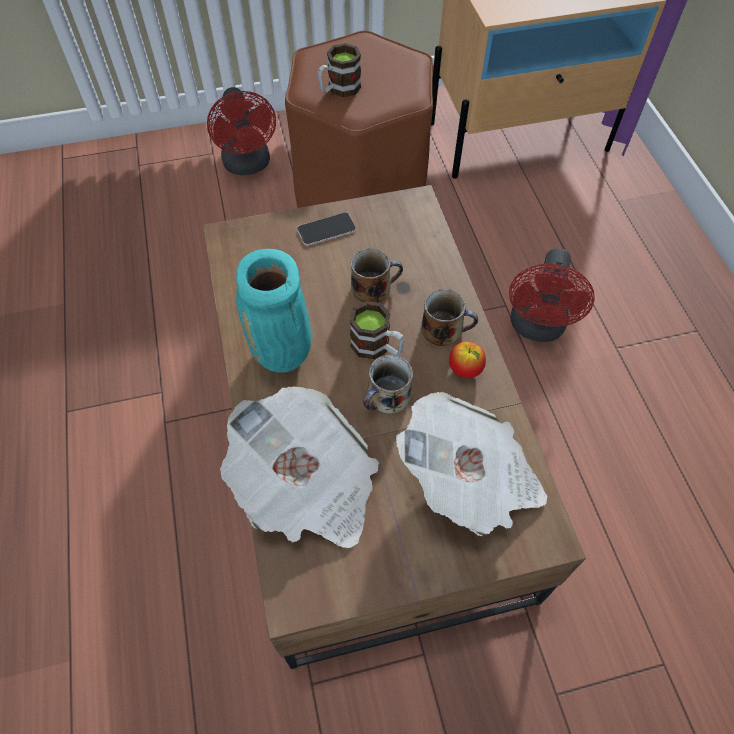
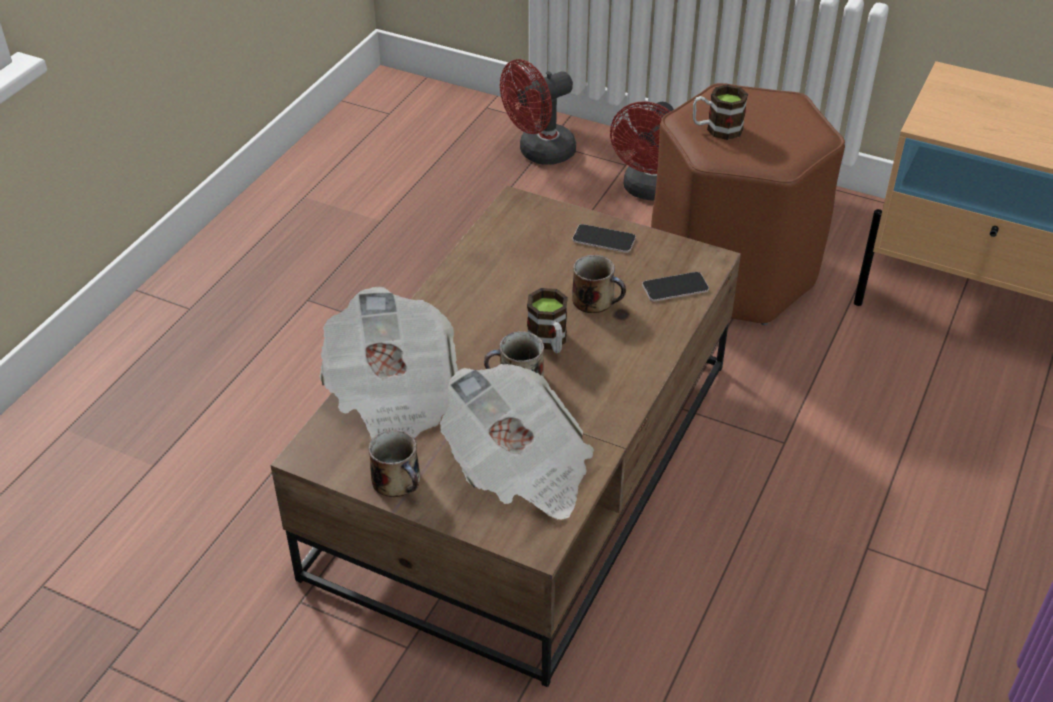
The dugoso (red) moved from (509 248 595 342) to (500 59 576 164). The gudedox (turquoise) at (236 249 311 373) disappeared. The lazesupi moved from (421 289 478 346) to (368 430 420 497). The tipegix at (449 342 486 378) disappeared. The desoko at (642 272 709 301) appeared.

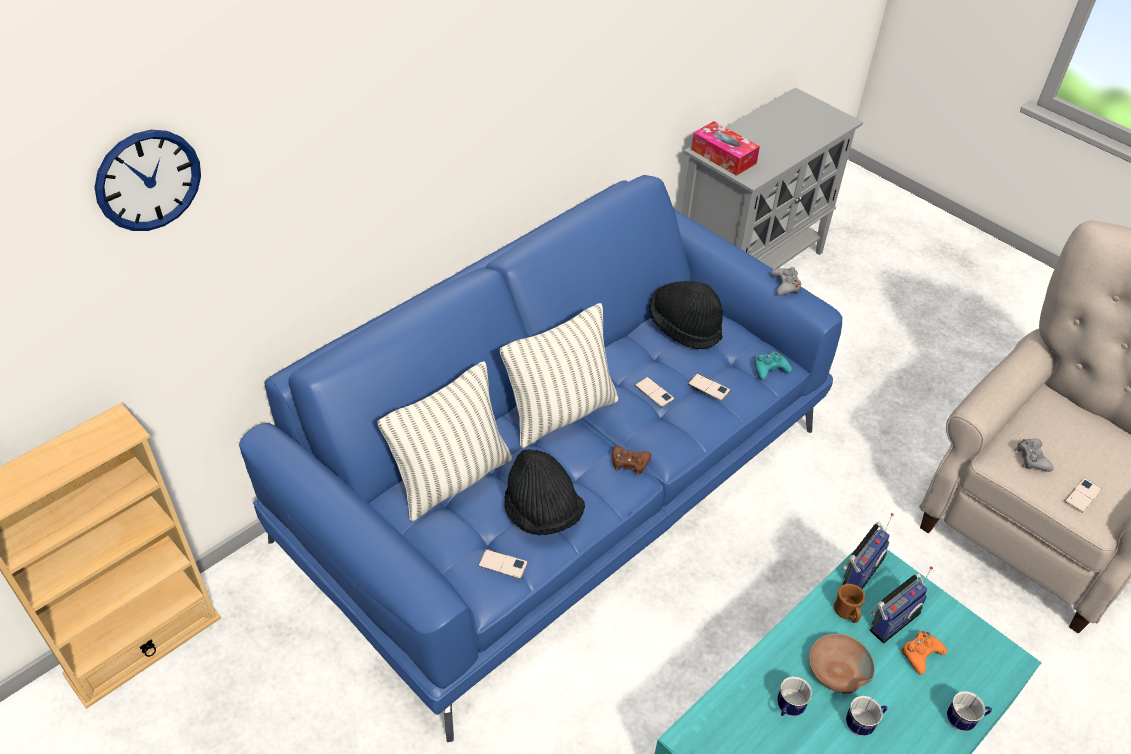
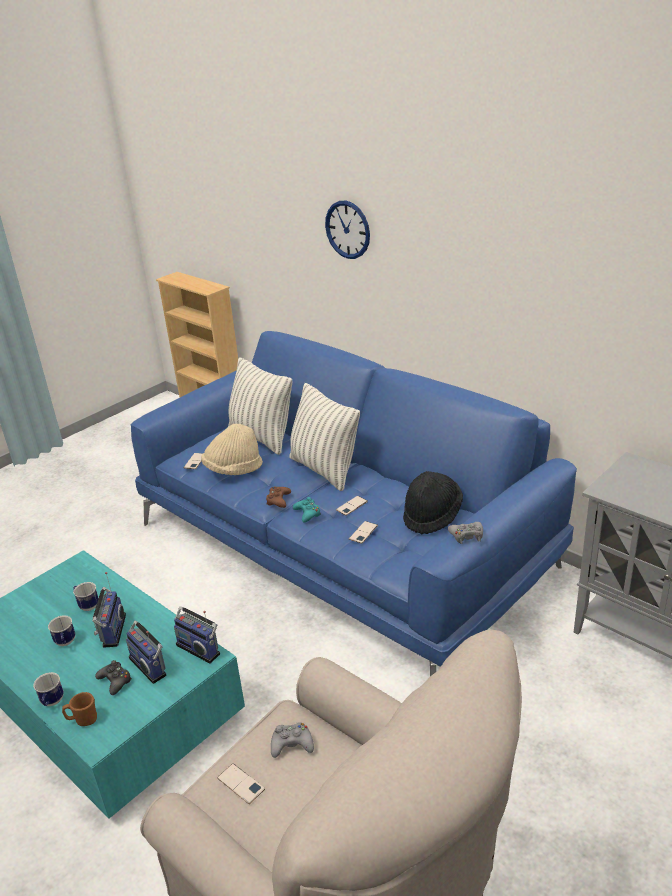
The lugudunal at (691 121 760 176) disappeared. The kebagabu moved from (95 130 201 231) to (325 201 370 259). The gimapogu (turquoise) moved from (754 351 792 380) to (293 497 321 523). The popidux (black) at (504 449 585 536) became the popidux (beige) at (201 424 263 475). The lazesupi (brown) moved from (834 583 865 623) to (62 692 97 726). The gimapogu (orange) at (901 631 947 675) became the gimapogu (black) at (95 660 132 695). The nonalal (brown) at (809 634 875 694) was replaced by the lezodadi at (92 572 126 648).

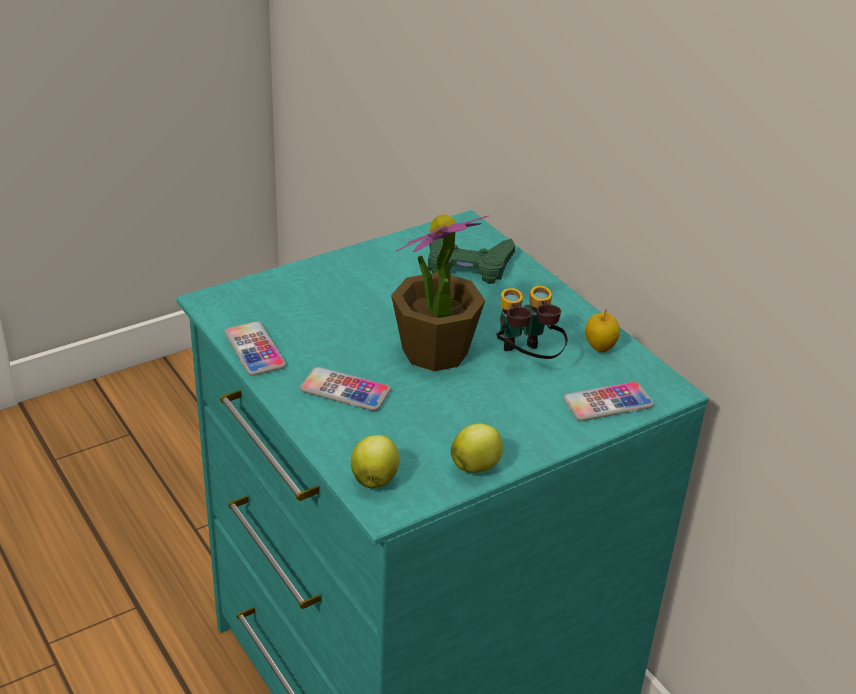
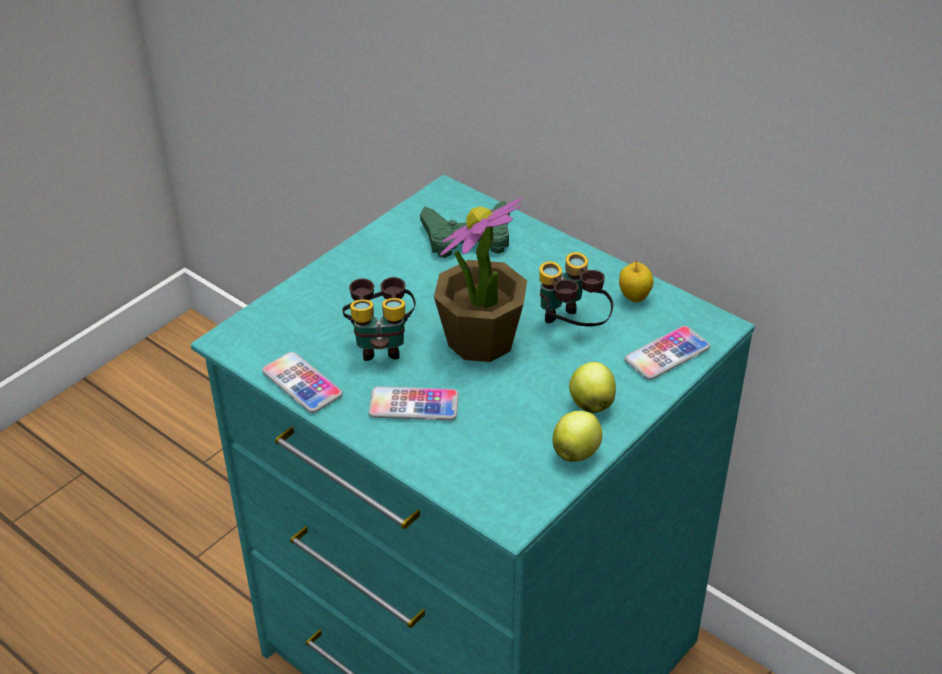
The tipegix moved from (351 435 400 488) to (569 362 616 413). The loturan at (342 277 416 361) appeared.

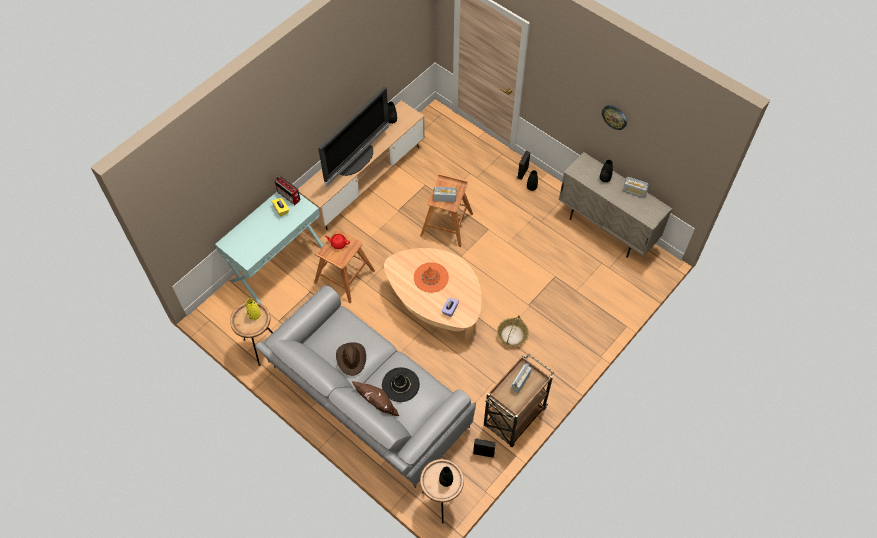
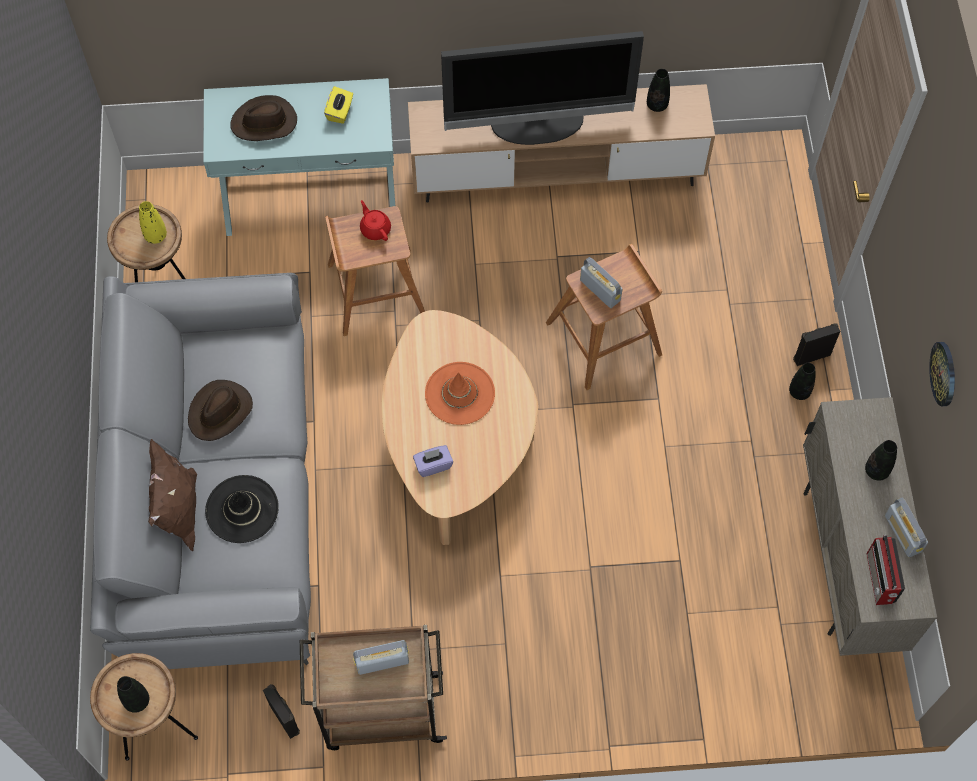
The lezodadi moved from (275 176 301 205) to (866 535 905 605). The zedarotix at (497 315 529 346) disappeared. The popidux (brown) at (230 95 297 141) appeared.

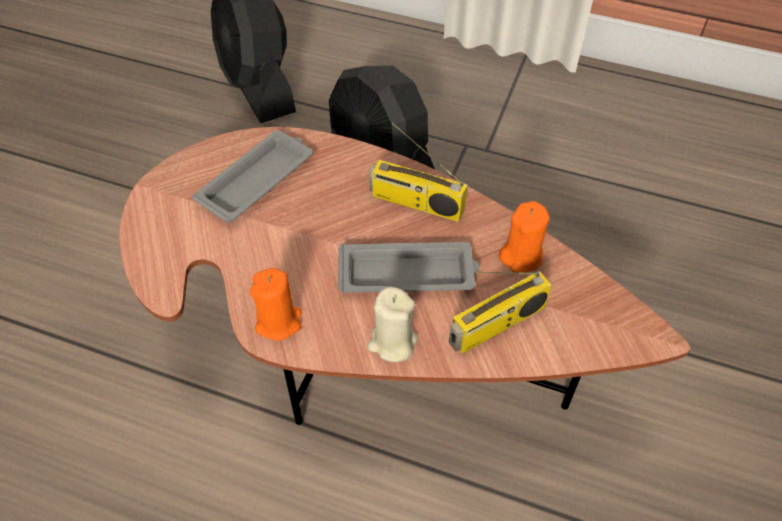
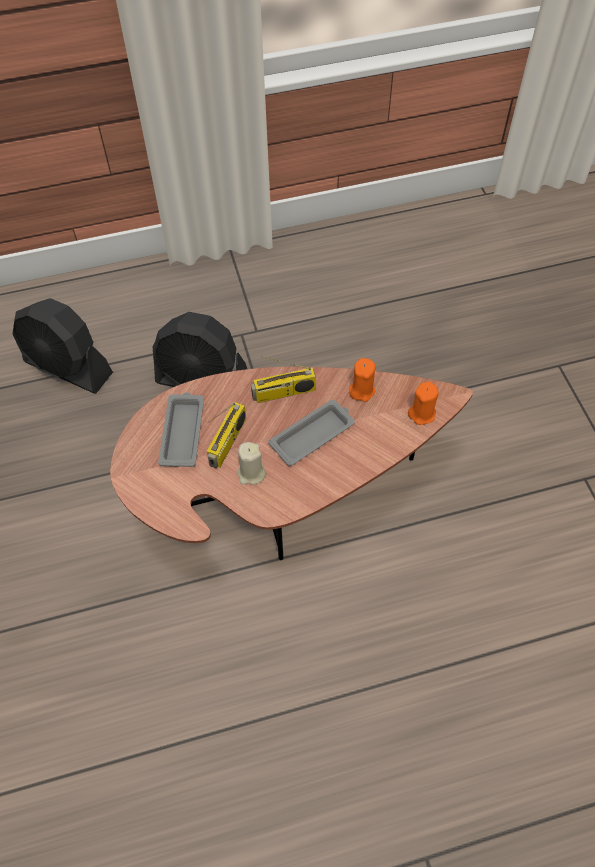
The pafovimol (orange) moved from (250 268 302 340) to (408 382 438 425). The lezodadi moved from (449 271 552 354) to (207 402 246 469). The pafovimol (beige) moved from (367 287 418 362) to (237 442 267 485).

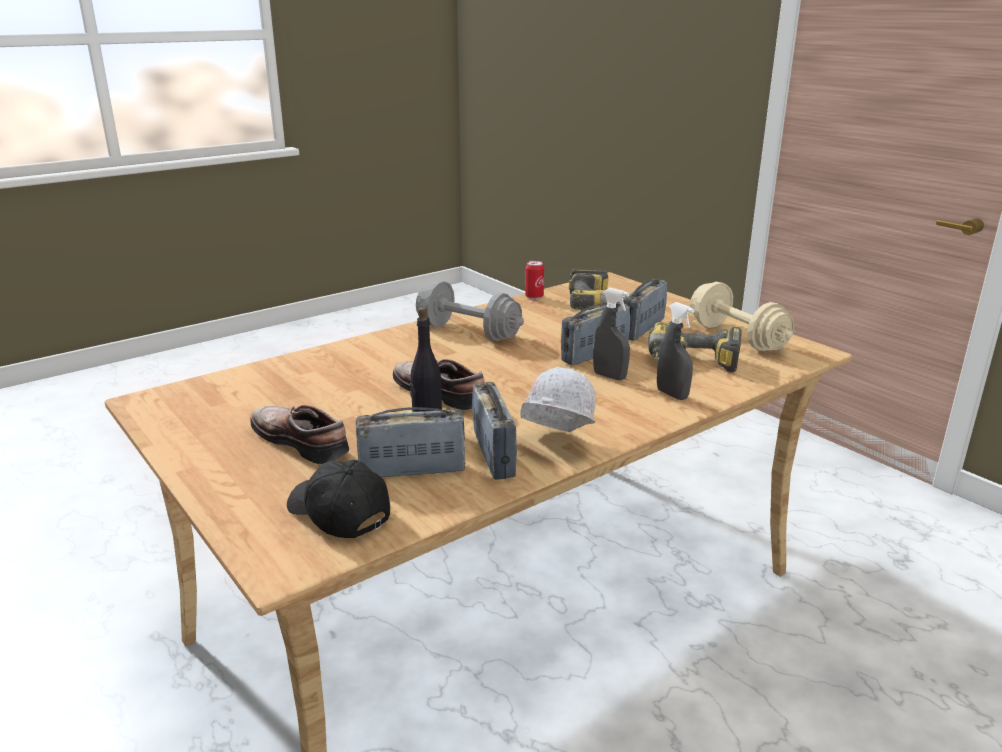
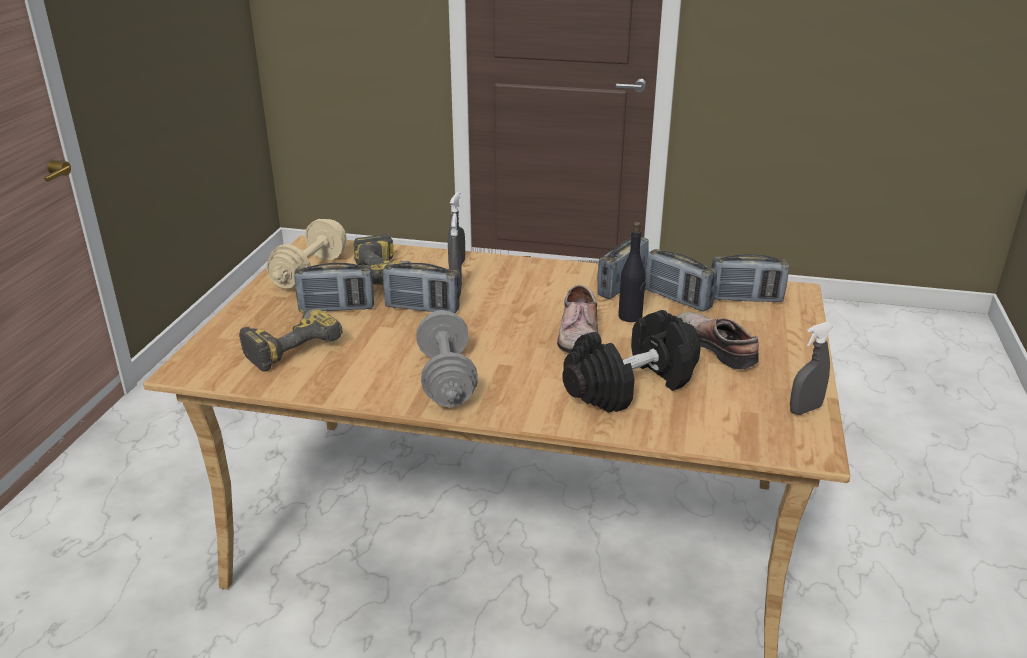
The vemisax at (525 261 544 299) disappeared. The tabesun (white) at (520 367 596 432) disappeared. The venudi at (250 405 349 465) turned 150 degrees clockwise. The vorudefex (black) at (287 460 390 538) was replaced by the lezodadi at (711 254 790 302). The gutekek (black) at (562 310 701 413) appeared. The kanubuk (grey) at (790 322 833 415) appeared.

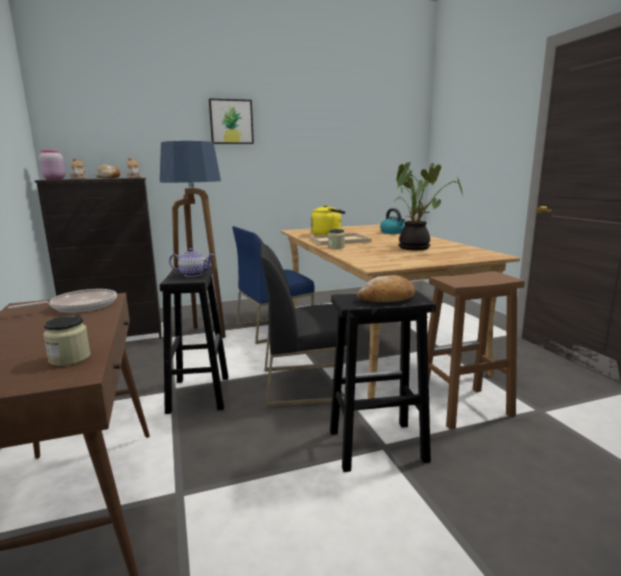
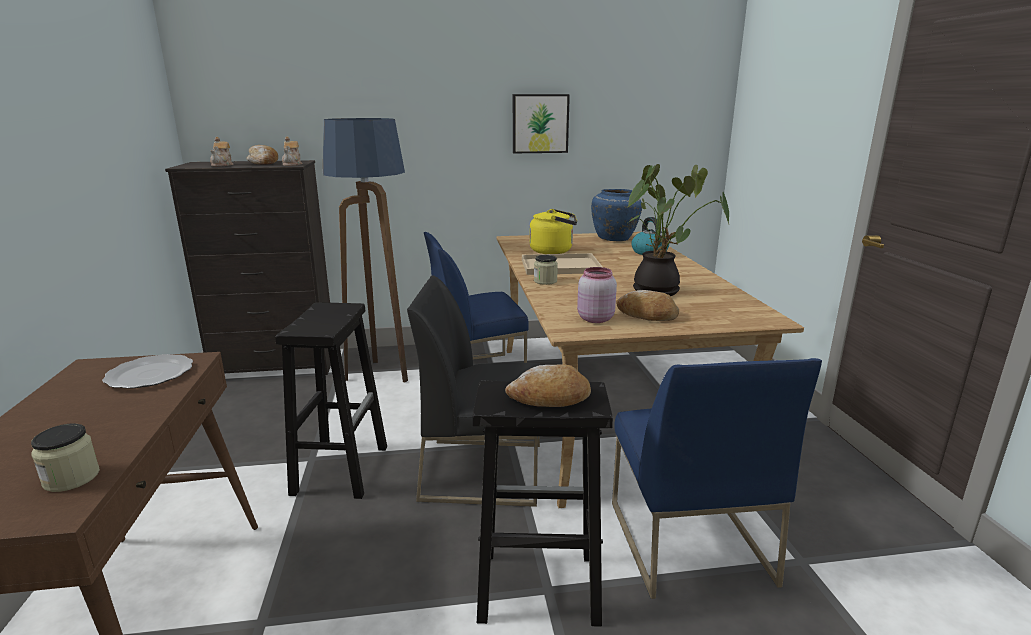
The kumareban moved from (209 98 254 144) to (513 94 570 153). The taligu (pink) moved from (39 150 65 180) to (577 267 617 323). The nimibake at (169 248 214 277) disappeared. The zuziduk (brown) at (427 271 525 430) was replaced by the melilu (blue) at (612 358 822 599). The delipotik at (8 289 117 313) was replaced by the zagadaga at (102 354 193 389). The gudedox (blue) at (591 189 642 241) appeared. The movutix at (616 290 679 321) appeared.

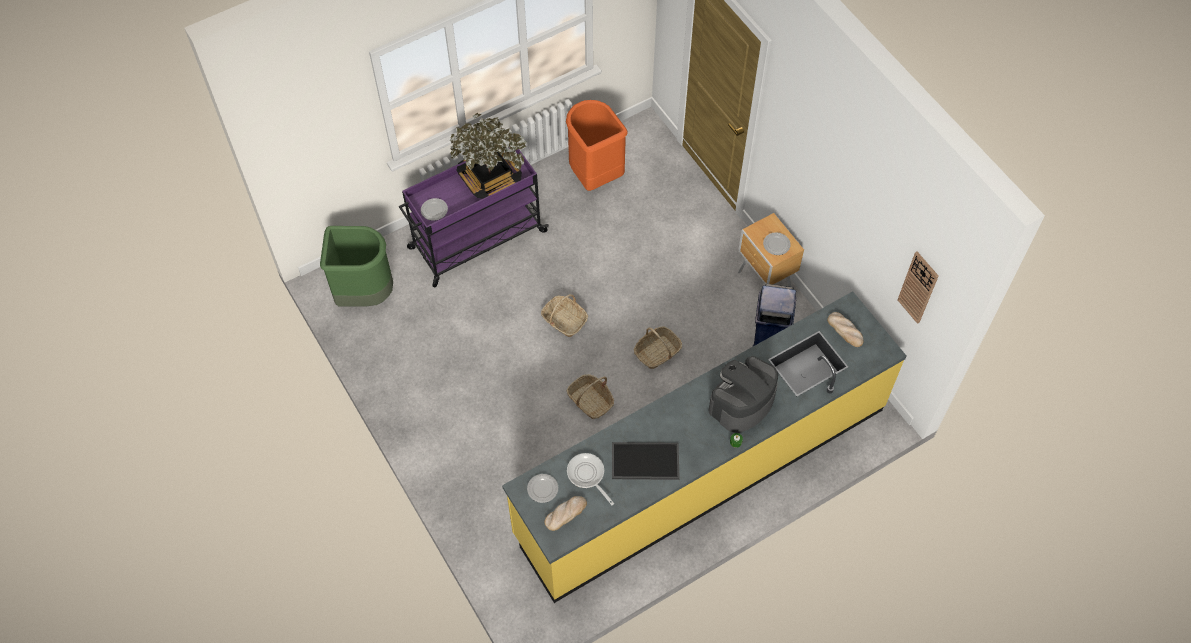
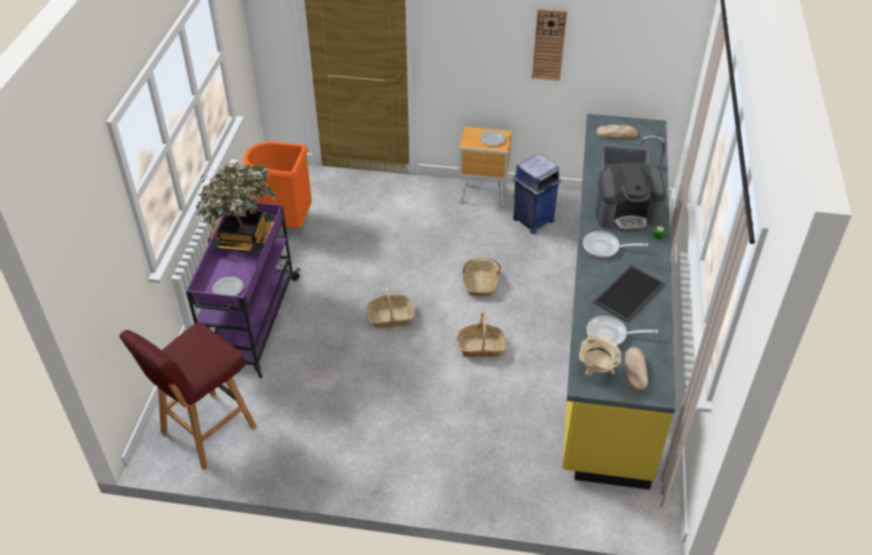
The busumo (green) at (320 226 393 307) was replaced by the zuziduk (red) at (119 322 257 470). The kebagabu moved from (898 252 939 324) to (532 9 567 81). The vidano at (709 356 778 433) turned 90 degrees counterclockwise. The zagadaga at (527 474 558 503) was replaced by the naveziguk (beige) at (579 333 622 376). The delipotik at (583 231 648 258) appeared.

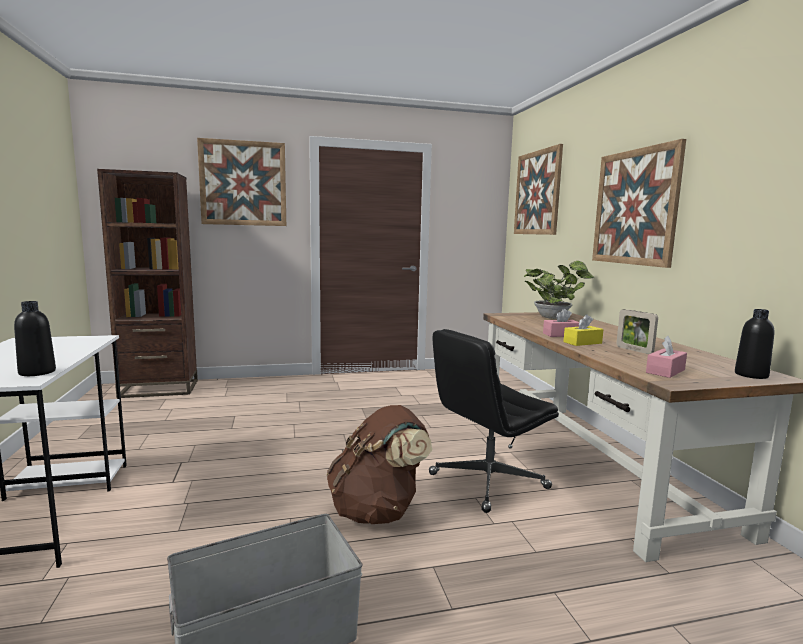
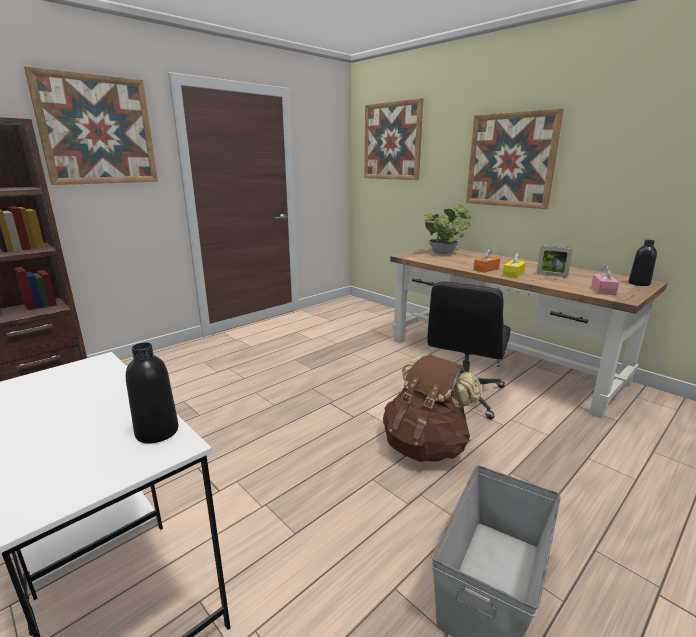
The lugudunal (pink) at (543 308 579 337) became the lugudunal (orange) at (474 249 500 273).

